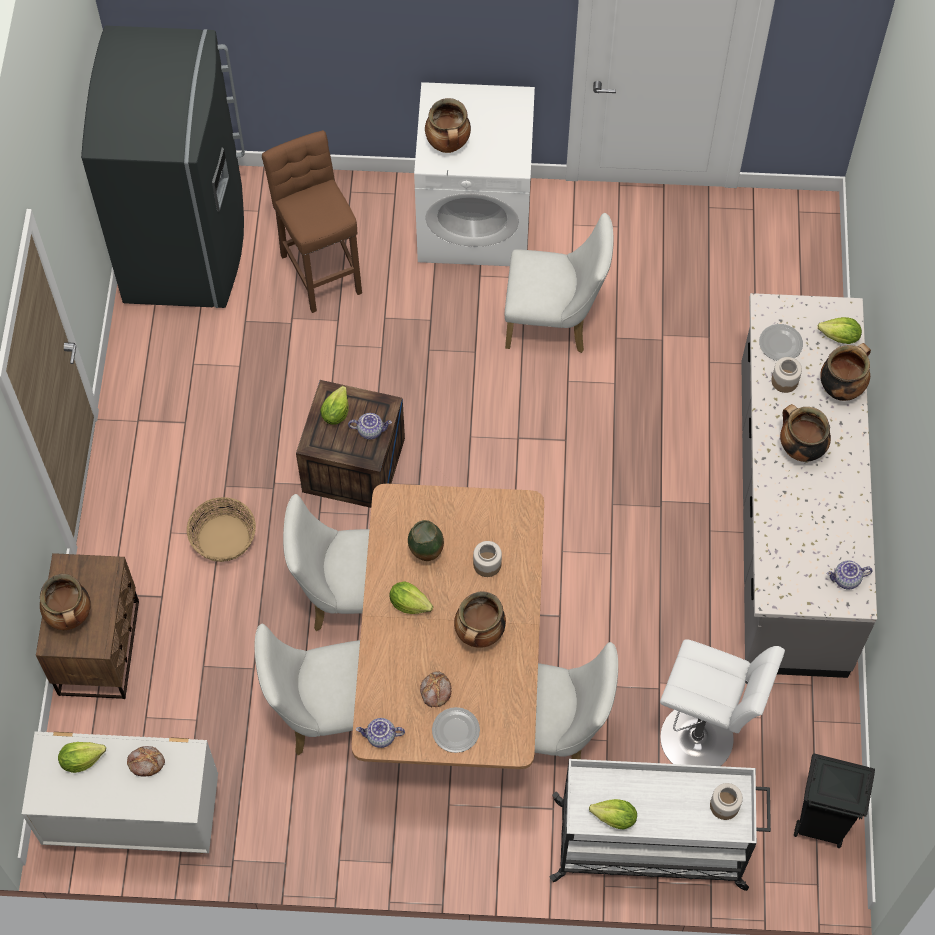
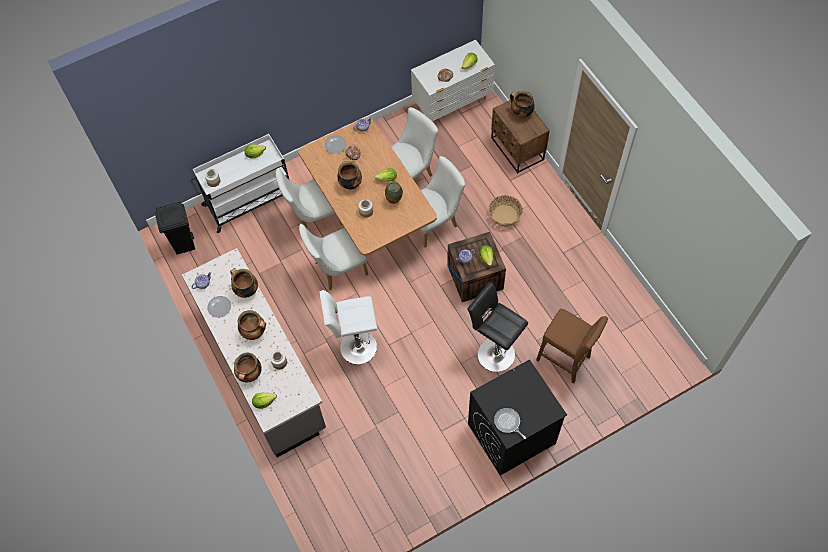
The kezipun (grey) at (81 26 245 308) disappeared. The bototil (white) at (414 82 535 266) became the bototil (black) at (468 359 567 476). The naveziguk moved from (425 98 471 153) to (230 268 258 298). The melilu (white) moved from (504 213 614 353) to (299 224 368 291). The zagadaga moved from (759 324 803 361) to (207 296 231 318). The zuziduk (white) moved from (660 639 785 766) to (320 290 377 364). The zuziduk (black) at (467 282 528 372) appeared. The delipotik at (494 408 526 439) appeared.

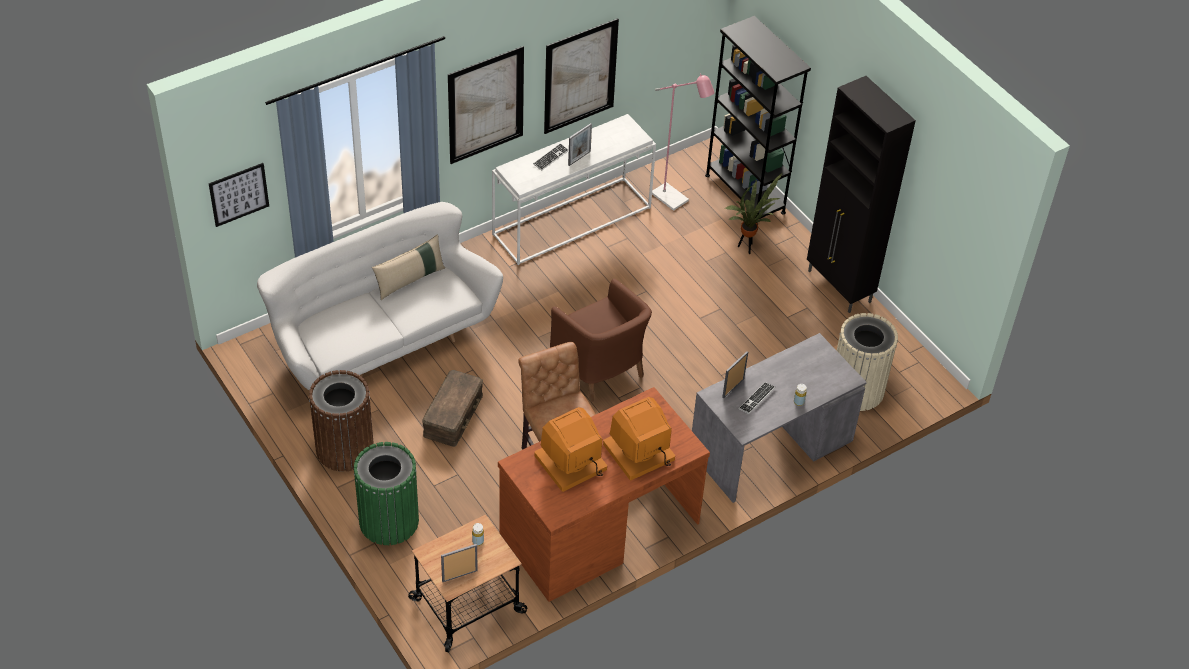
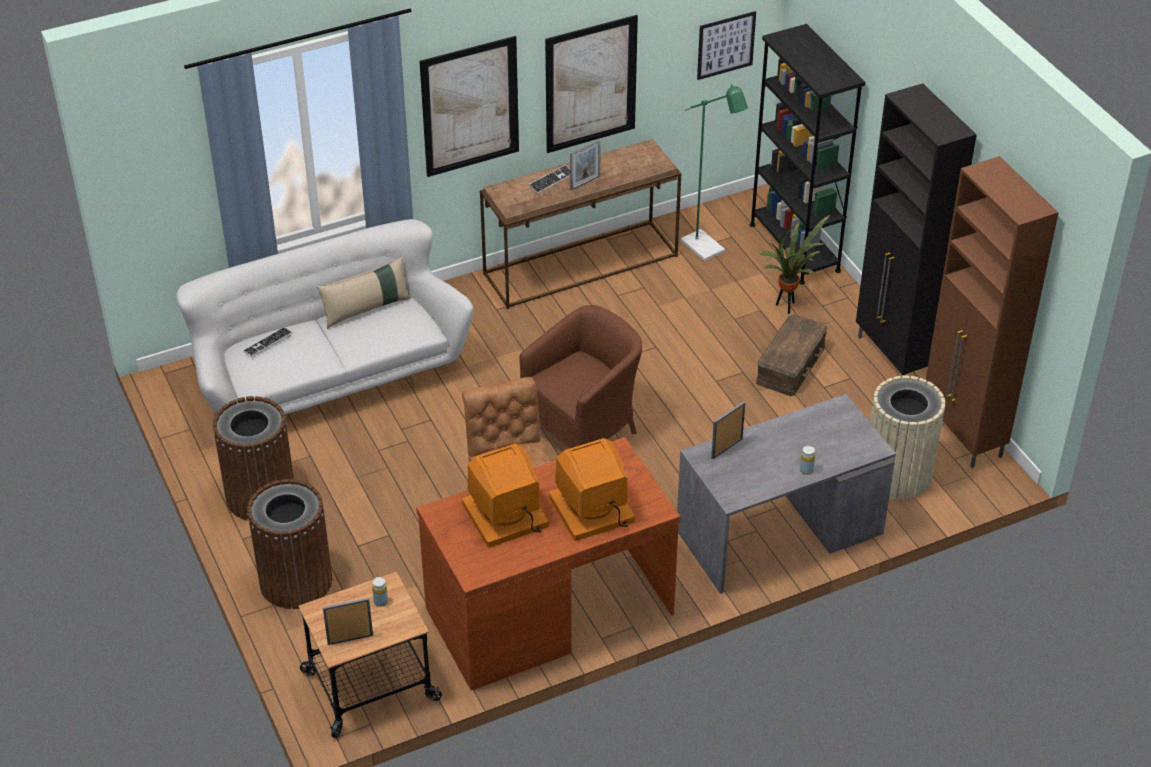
The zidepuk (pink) at (652 73 715 211) became the zidepuk (green) at (681 84 748 261). The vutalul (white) at (492 114 656 265) became the vutalul (brown) at (480 139 681 309). The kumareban moved from (209 163 269 227) to (697 11 756 80). The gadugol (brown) at (550 279 652 402) turned 105 degrees counterclockwise. The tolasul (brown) moved from (422 370 483 447) to (756 314 827 396). The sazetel moved from (738 382 776 414) to (243 327 293 357). The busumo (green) at (354 442 419 545) became the busumo (brown) at (247 479 332 609). The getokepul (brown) at (926 156 1059 468) appeared.

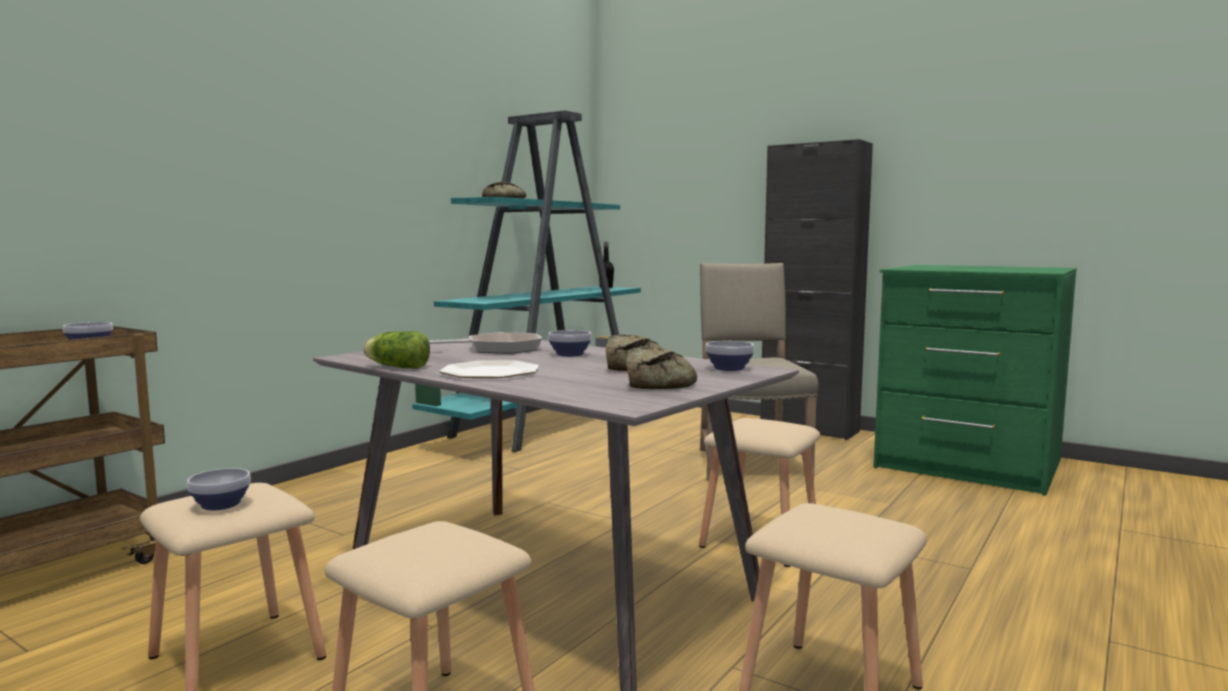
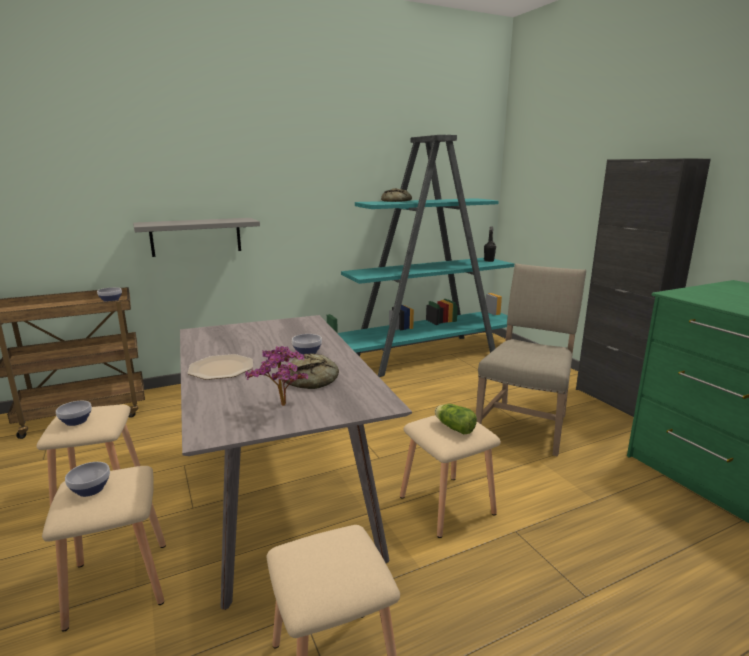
The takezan moved from (363 331 430 369) to (435 404 477 434). The delipotik at (429 332 542 354) disappeared. The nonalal moved from (706 341 754 371) to (65 462 110 497). The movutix at (627 347 697 389) was replaced by the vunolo at (245 346 308 406). The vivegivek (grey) at (133 218 260 257) appeared.

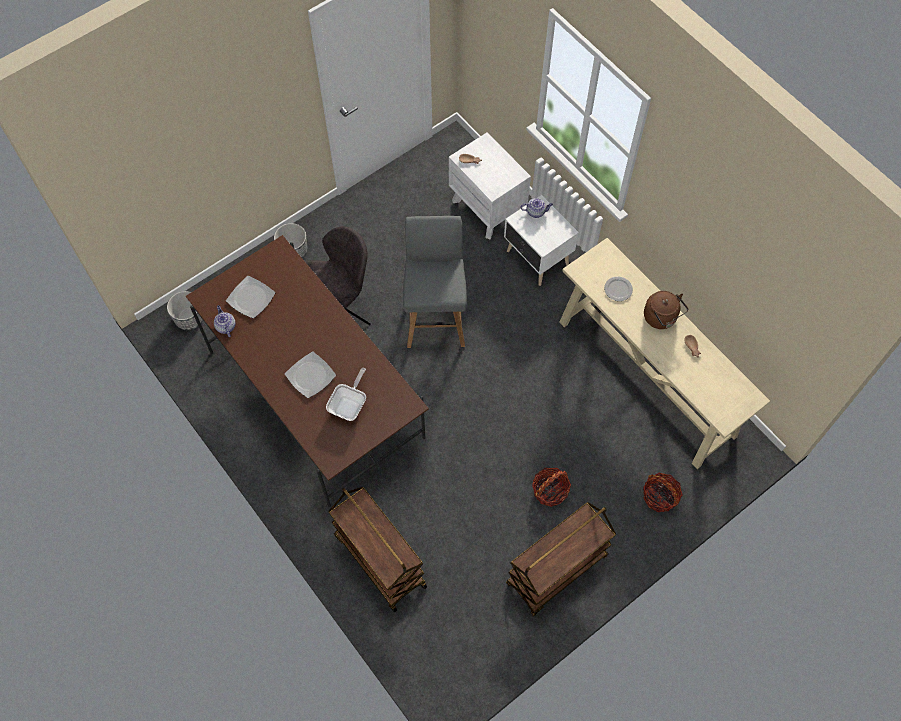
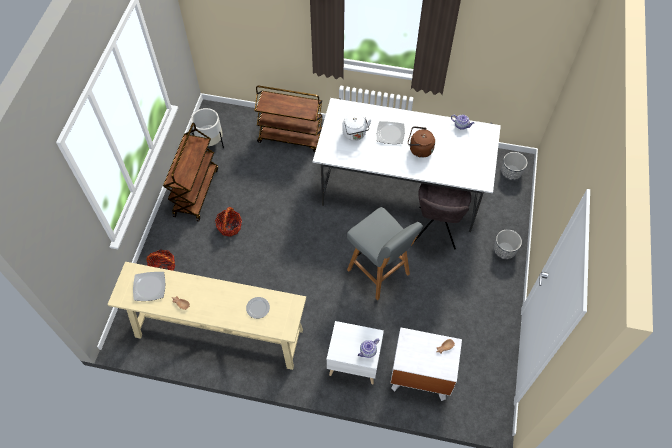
The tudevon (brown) at (186 235 429 508) became the tudevon (white) at (313 98 501 232). The zagadaga moved from (226 276 275 318) to (133 272 165 301). The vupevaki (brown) moved from (644 291 688 329) to (408 126 435 158). The delipotik at (326 368 366 421) was replaced by the vupevaki (white) at (342 113 371 141). The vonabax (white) at (191 108 224 148) appeared.

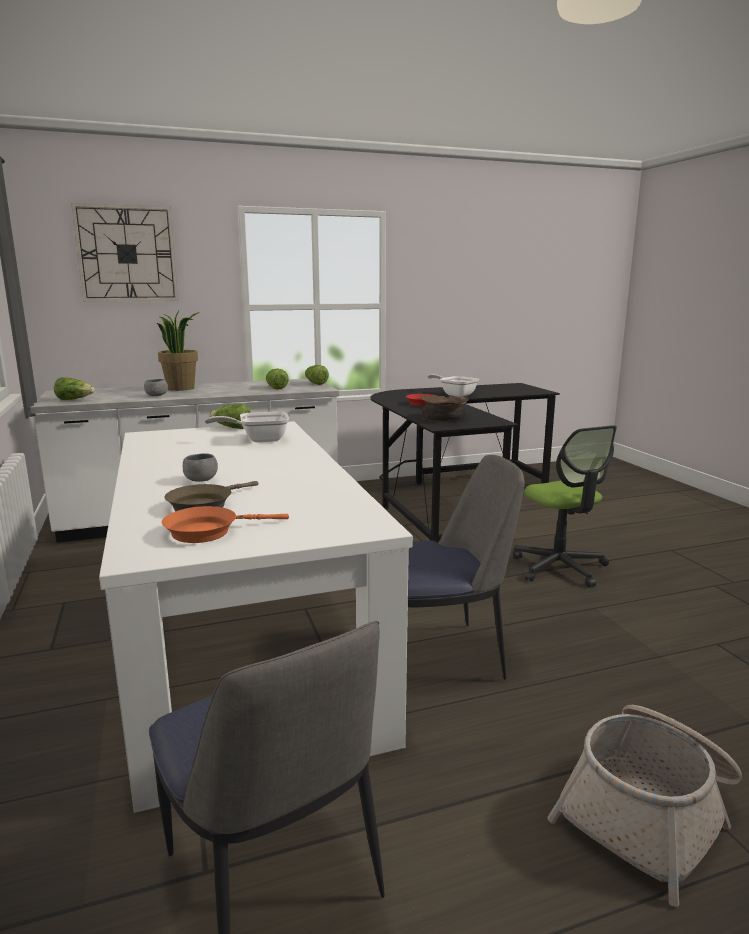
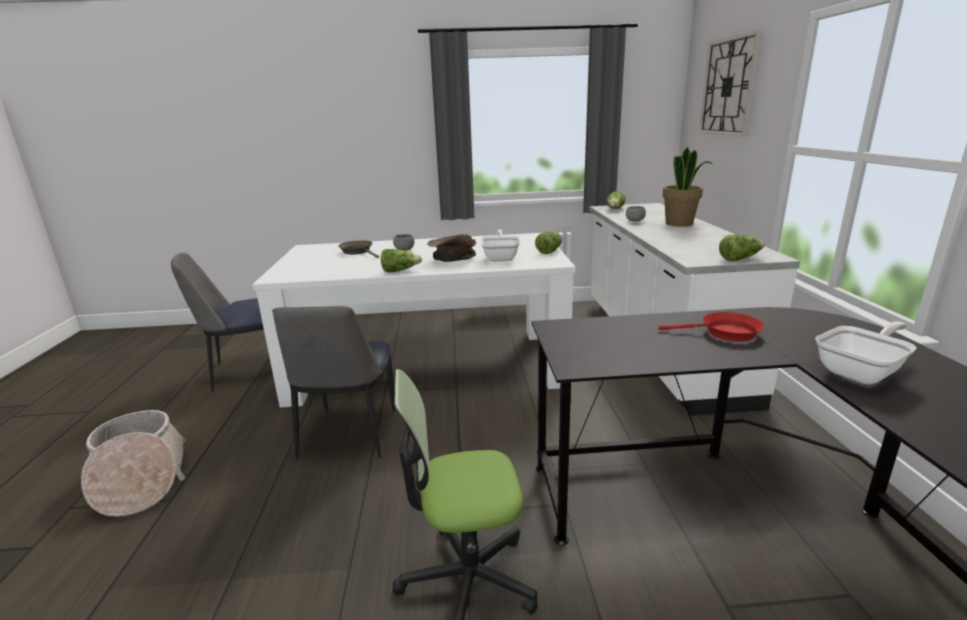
The takezan moved from (266 369 289 390) to (381 249 422 273). The nonalal (brown) moved from (420 395 469 421) to (427 234 477 262). The delipotik (orange) at (161 506 289 543) disappeared.

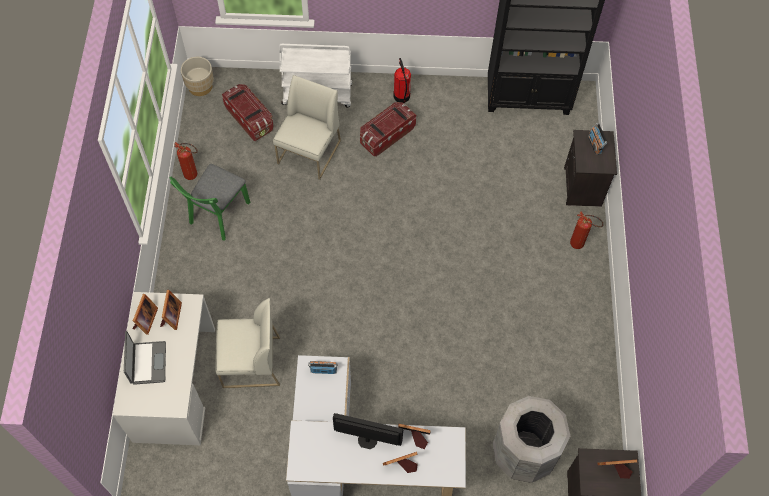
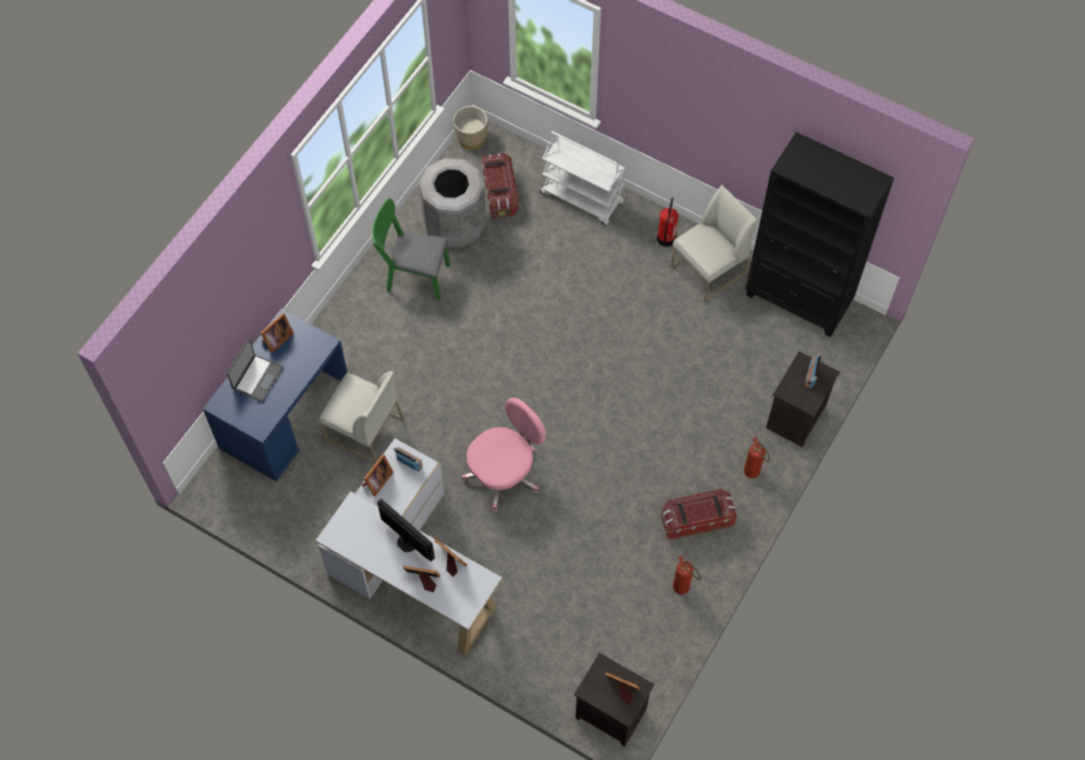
The melilu (white) moved from (273 75 341 180) to (671 185 757 302). The tolasul moved from (360 102 416 157) to (661 489 737 540). The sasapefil moved from (174 142 198 180) to (673 556 701 594). The melilu (green) at (169 164 250 240) turned 45 degrees clockwise. The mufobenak moved from (160 290 182 330) to (362 454 393 496). The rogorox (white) at (113 292 215 445) became the rogorox (blue) at (203 308 347 481). The busumo (grey) moved from (493 396 570 483) to (419 158 486 248). The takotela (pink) at (461 398 546 512) appeared.

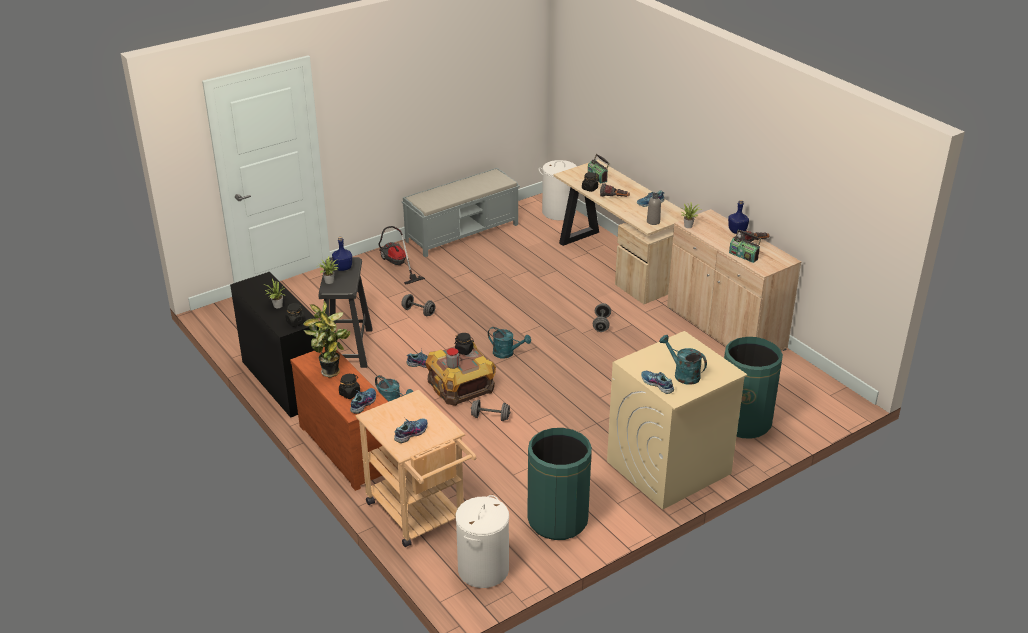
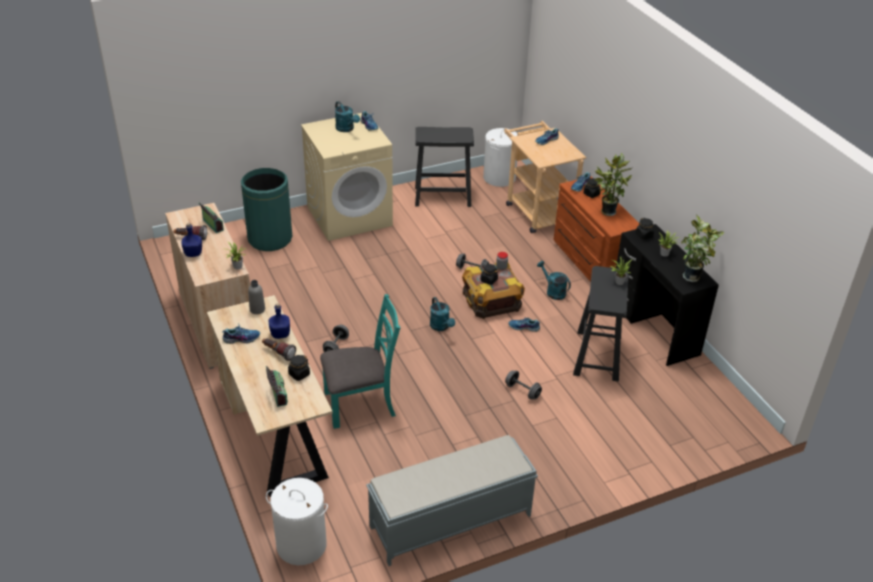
The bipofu at (378 226 425 285) disappeared. The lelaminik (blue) moved from (332 237 352 271) to (269 303 290 339). The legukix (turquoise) at (488 327 531 359) turned 150 degrees counterclockwise. The busumo (green) at (527 428 592 540) was replaced by the zuziduk (black) at (415 127 474 207). The vunolo at (681 214 724 282) appeared. The melilu (turquoise) at (320 294 400 429) appeared.

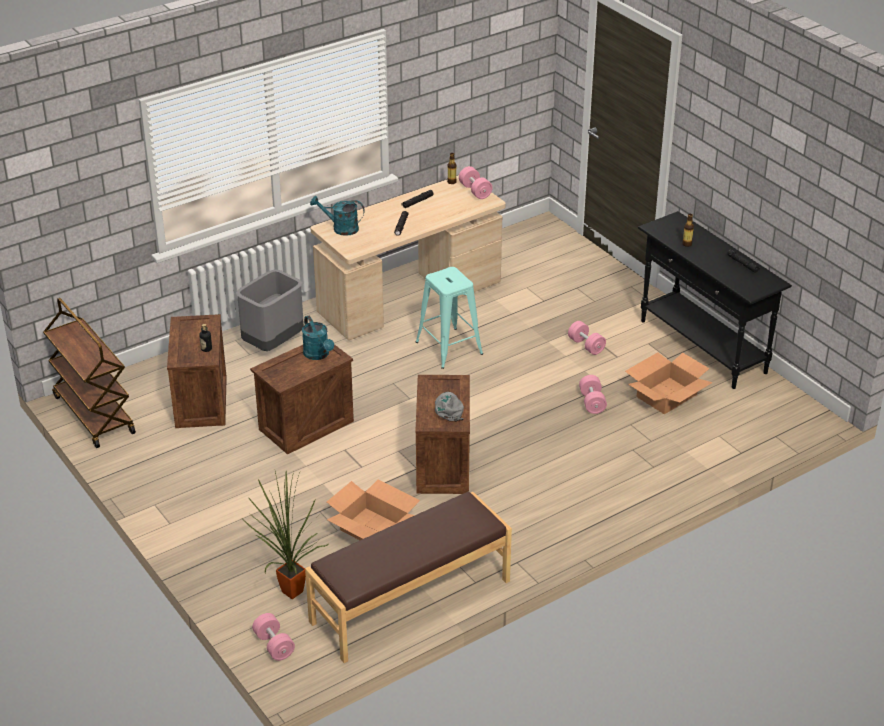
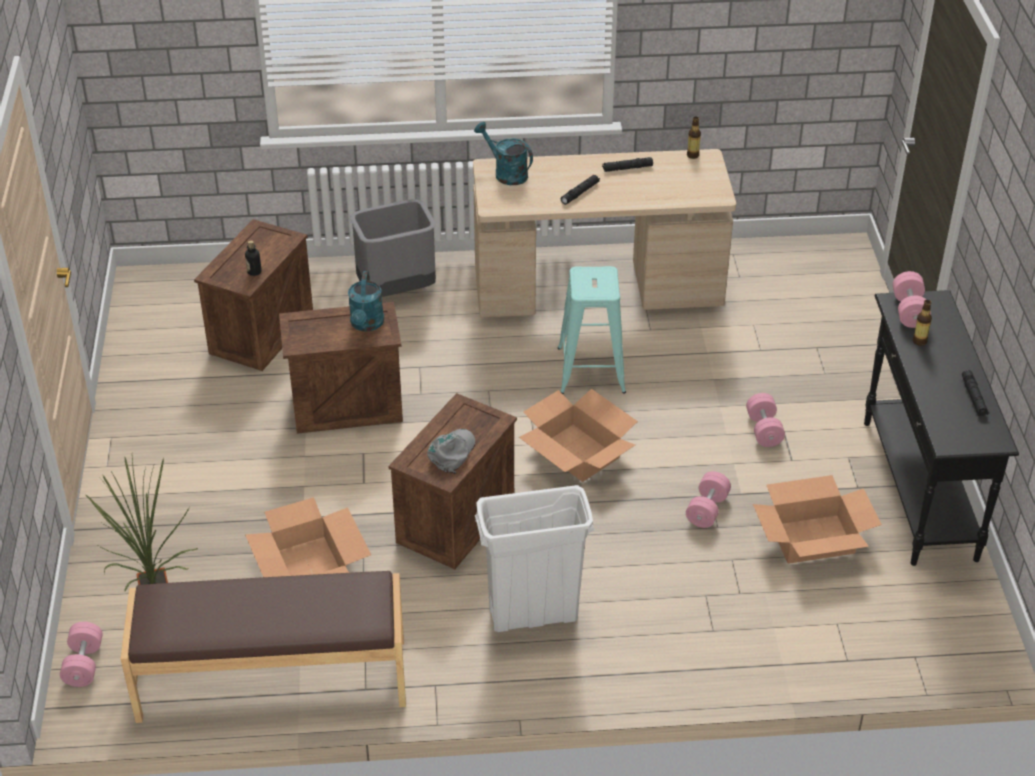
The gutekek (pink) moved from (459 166 492 199) to (893 271 931 328). The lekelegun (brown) at (43 298 136 448) disappeared. The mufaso at (519 389 638 482) appeared. The busumo (white) at (475 485 594 632) appeared.

